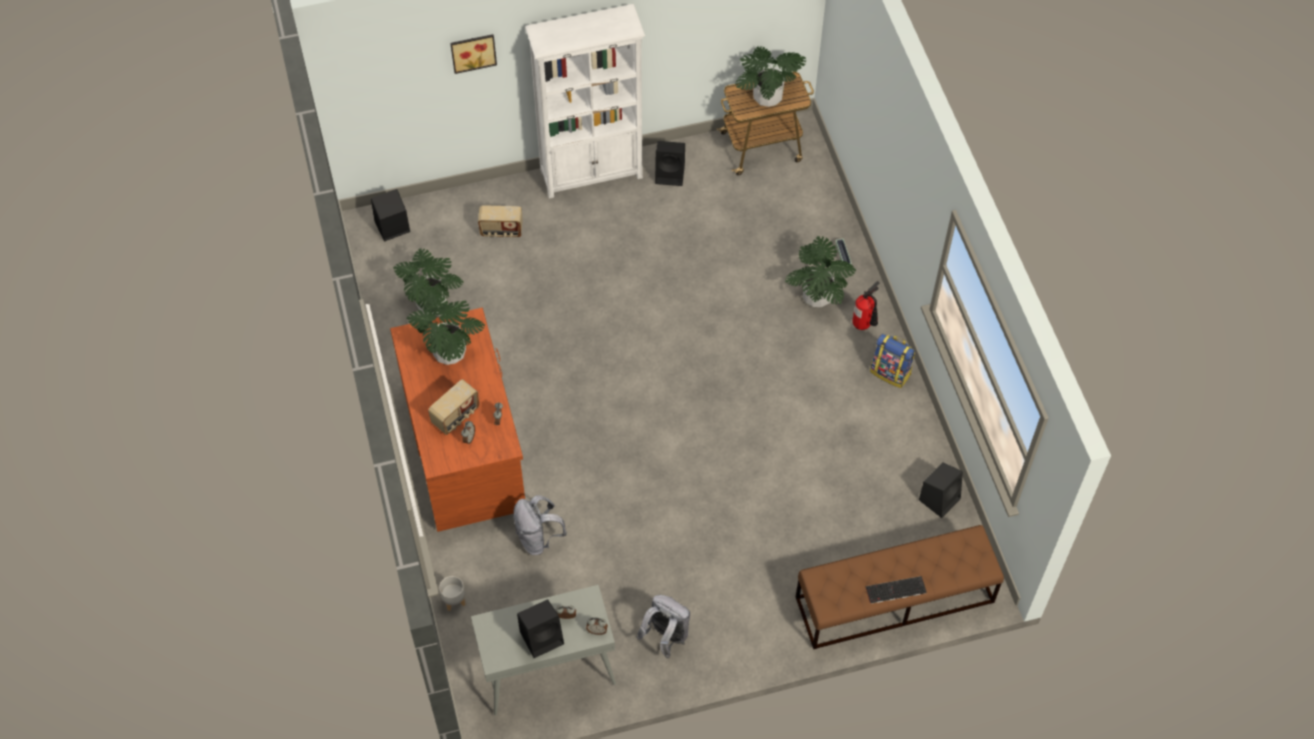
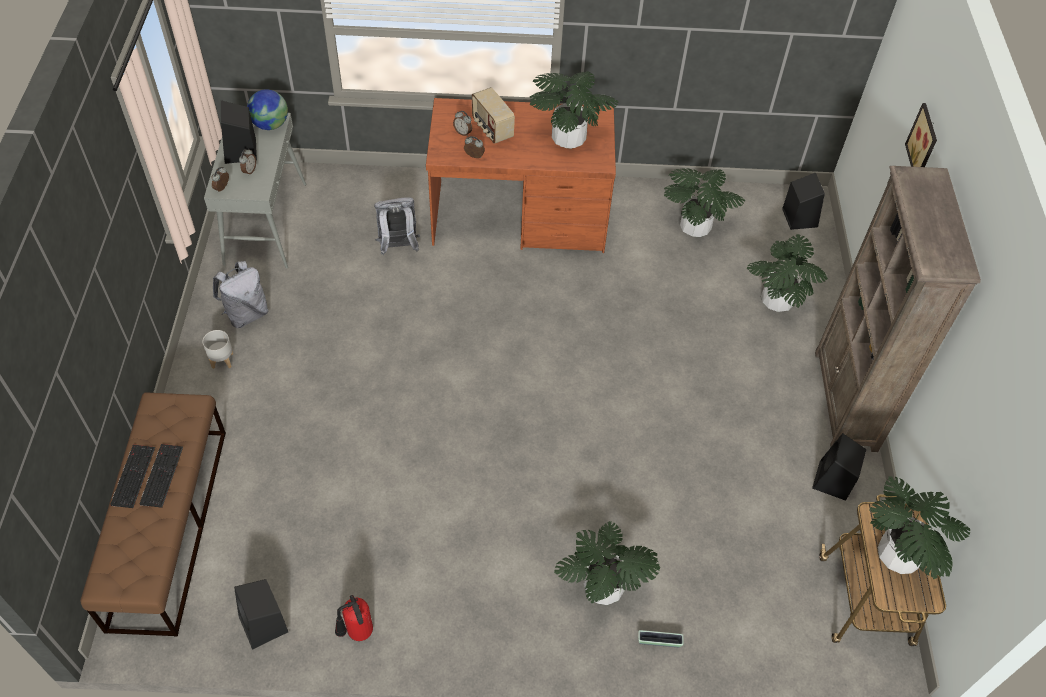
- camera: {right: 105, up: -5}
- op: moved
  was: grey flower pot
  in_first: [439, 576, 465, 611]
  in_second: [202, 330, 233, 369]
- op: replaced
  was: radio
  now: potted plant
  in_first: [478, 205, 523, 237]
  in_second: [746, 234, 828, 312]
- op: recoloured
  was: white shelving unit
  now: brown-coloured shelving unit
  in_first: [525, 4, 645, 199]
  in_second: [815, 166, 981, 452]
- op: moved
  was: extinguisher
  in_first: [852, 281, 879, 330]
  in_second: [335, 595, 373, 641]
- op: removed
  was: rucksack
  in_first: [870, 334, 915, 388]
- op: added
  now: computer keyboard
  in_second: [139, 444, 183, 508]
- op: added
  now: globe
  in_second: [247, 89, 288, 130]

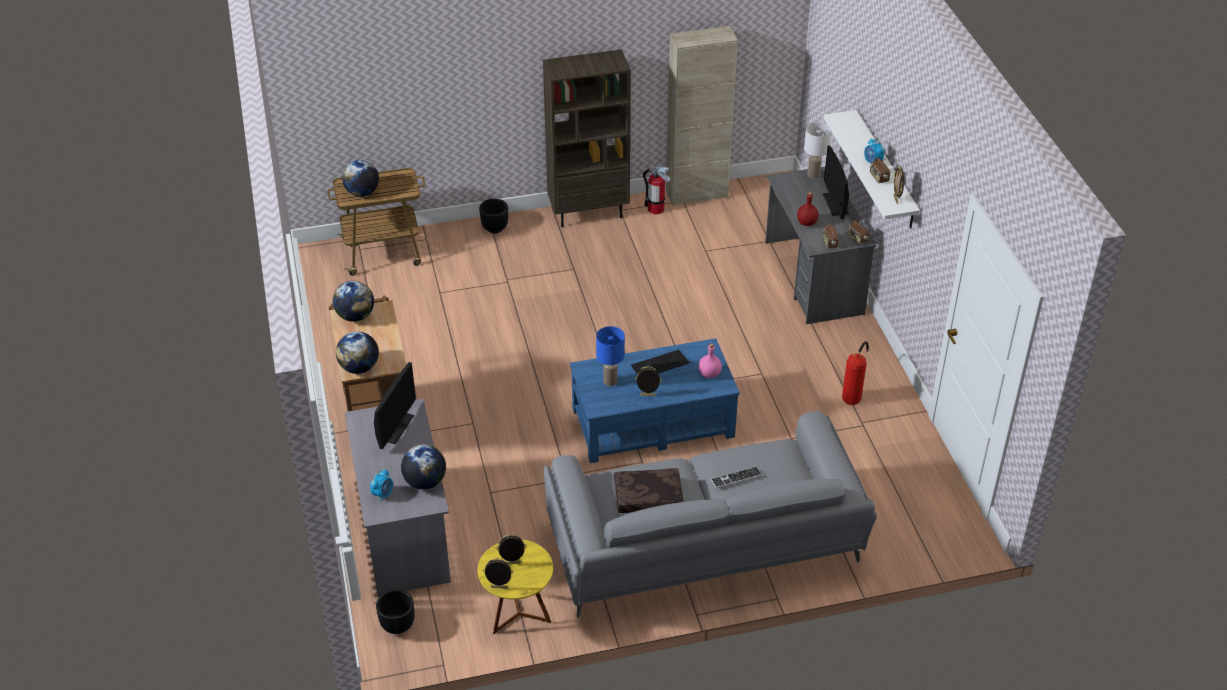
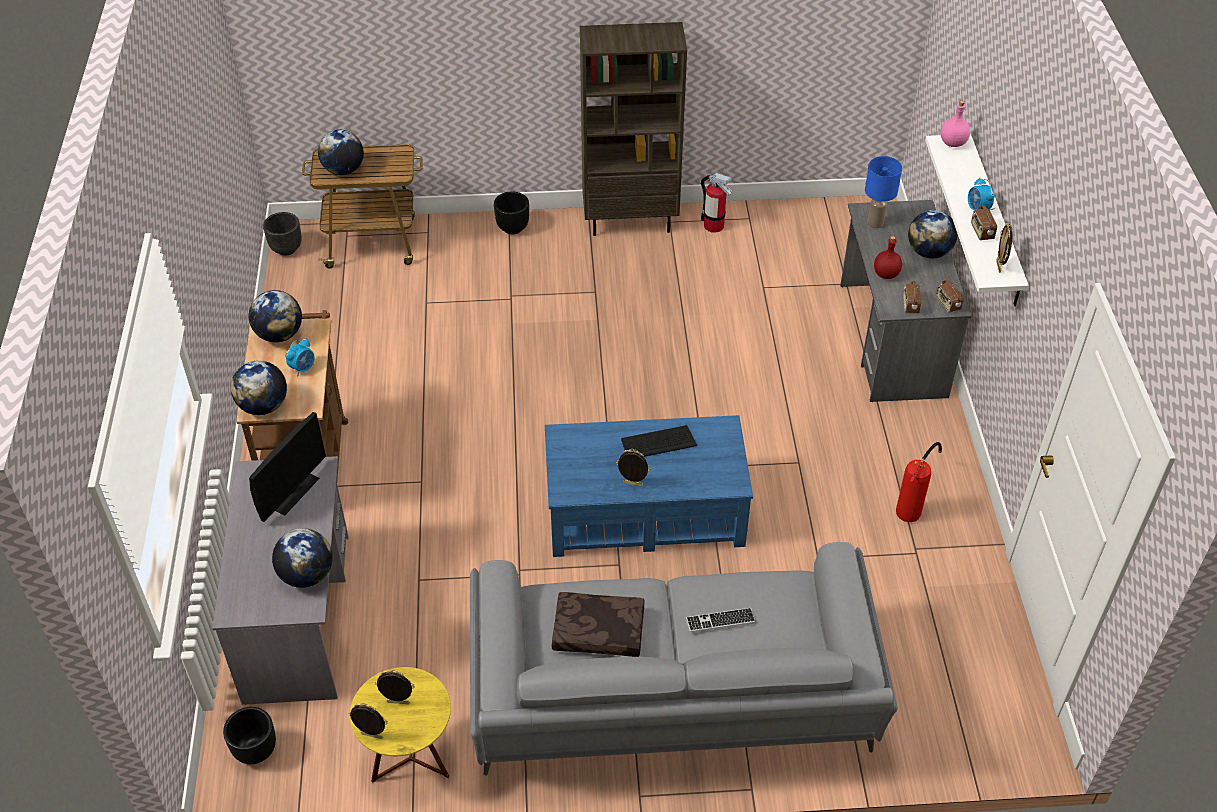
- camera: {right: 10, up: 5}
- op: moved
  was: table clock
  in_first: [370, 469, 393, 502]
  in_second: [285, 338, 315, 377]
- op: moved
  was: bluish lamp for a table
  in_first: [596, 326, 625, 386]
  in_second: [865, 156, 902, 229]
- op: removed
  was: sand-coloured cupboard
  in_first: [666, 26, 738, 206]
- op: moved
  was: pink-coloured drink bottle
  in_first: [699, 343, 722, 378]
  in_second: [941, 100, 970, 147]
- op: removed
  was: white lamp for a table
  in_first: [804, 122, 831, 179]
- op: replaced
  was: computer display
  now: globe
  in_first: [823, 145, 849, 219]
  in_second: [908, 210, 958, 259]
- op: added
  now: black flower pot
  in_second: [263, 212, 302, 256]

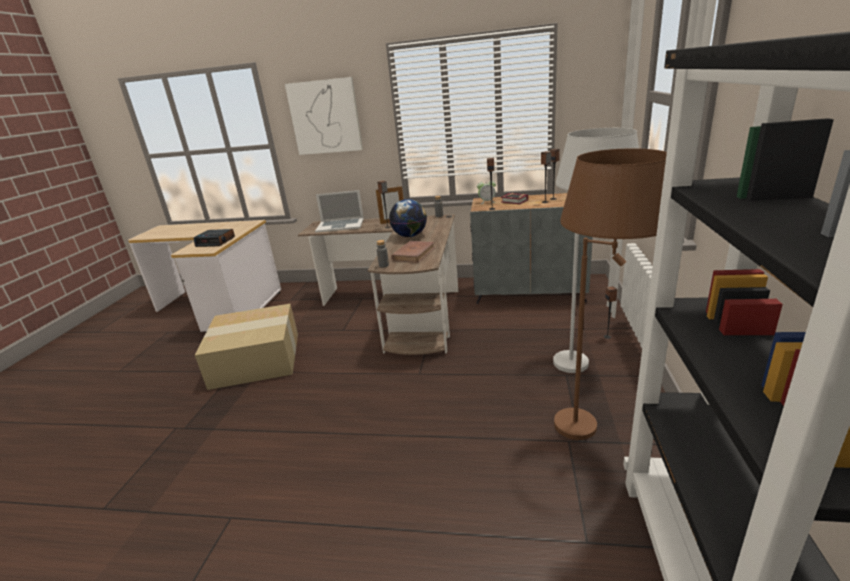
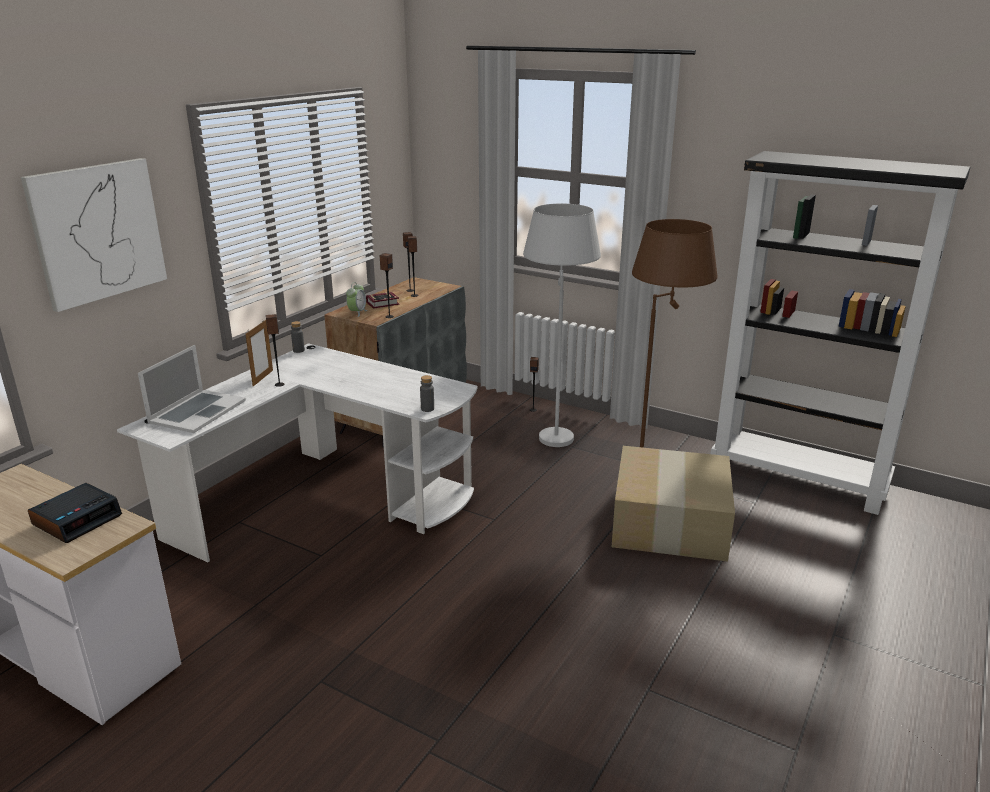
- camera: {right: -70, up: 0}
- op: moved
  was: carton
  in_first: [195, 304, 298, 390]
  in_second: [612, 446, 735, 562]
- op: recoloured
  was: brown-coloured desk
  now: white desk
  in_first: [298, 214, 458, 355]
  in_second: [117, 343, 478, 562]
- op: removed
  was: globe
  in_first: [389, 199, 427, 237]
- op: removed
  was: brown-coloured volume
  in_first: [391, 241, 436, 263]

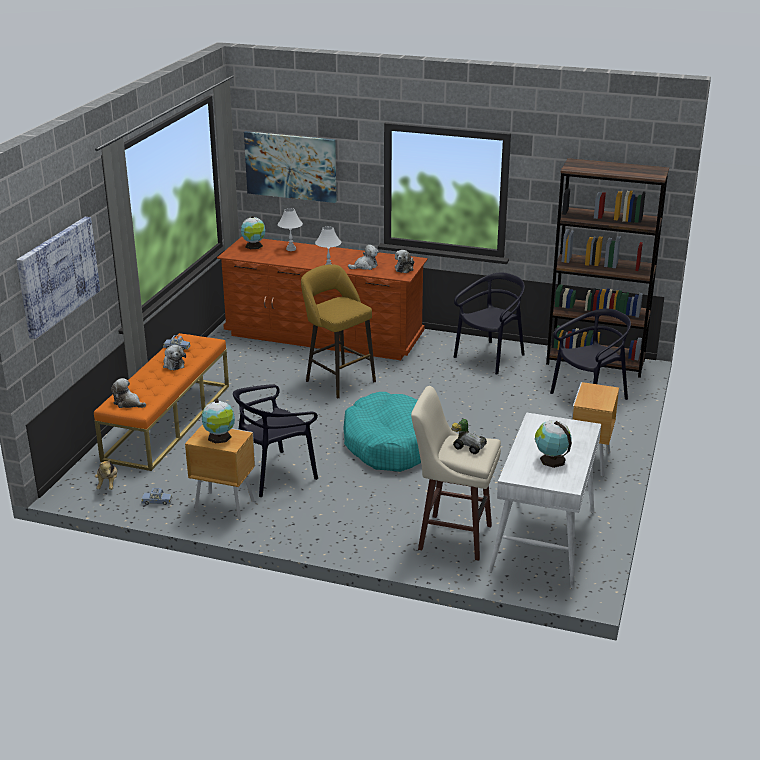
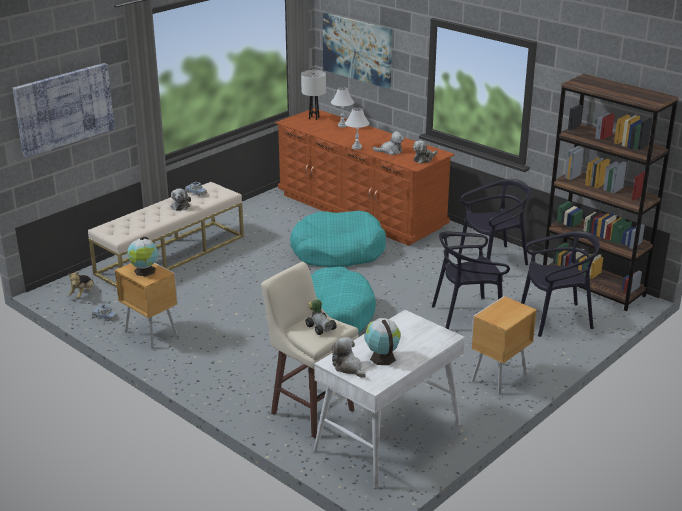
- camera: {right: 25, up: 0}
- op: recoloured
  was: orange-coloured indoor bench
  now: sand-coloured indoor bench
  in_first: [94, 333, 229, 471]
  in_second: [88, 182, 244, 288]
- op: moved
  was: plush toy
  in_first: [111, 378, 146, 408]
  in_second: [332, 337, 366, 378]
- op: moved
  was: black plain chair
  in_first: [233, 384, 318, 497]
  in_second: [432, 232, 510, 329]
- op: replaced
  was: globe
  now: white lamp for a table
  in_first: [241, 216, 265, 249]
  in_second: [301, 70, 326, 120]
- op: replaced
  was: yellow-coloured sitting stool
  now: turquoise dog bed
  in_first: [301, 264, 376, 398]
  in_second: [290, 211, 386, 268]

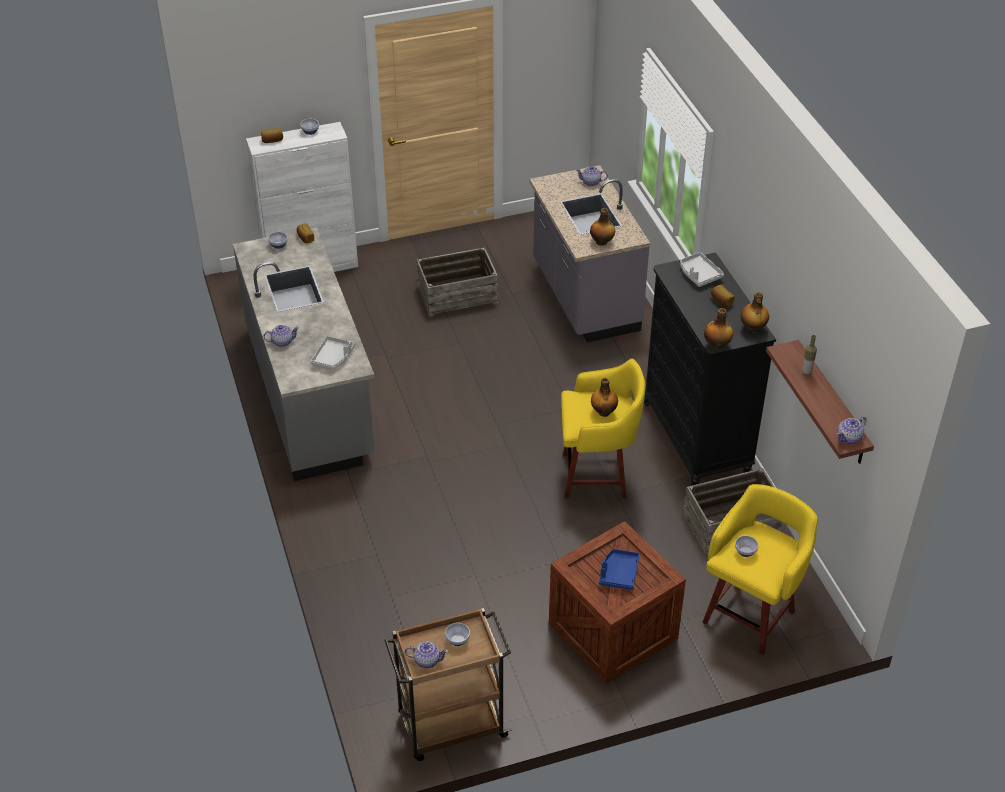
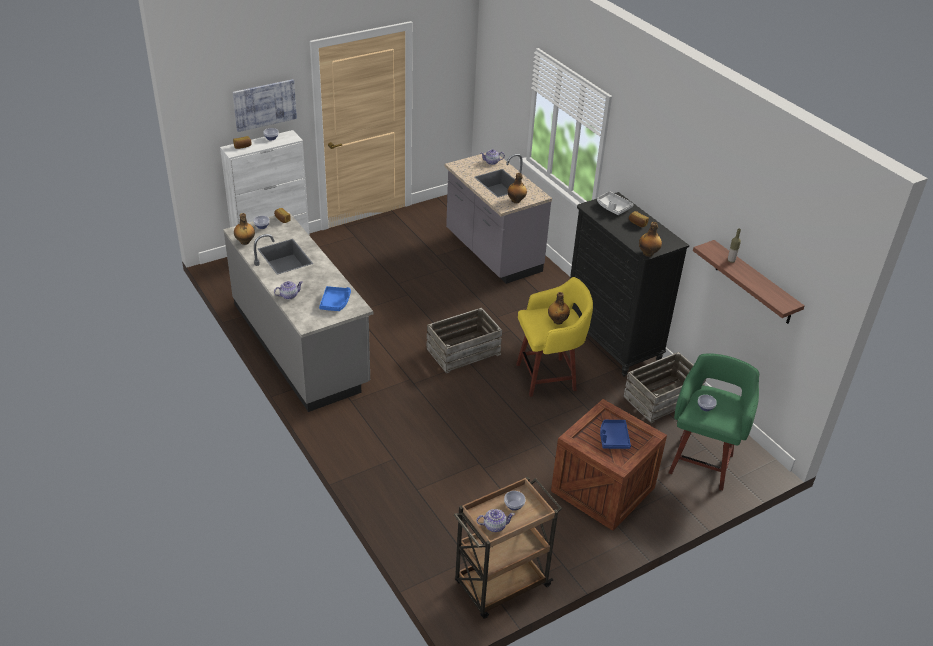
- camera: {right: -15, up: -5}
- op: recoloured
  was: grey carrying tray
  now: bluish carrying tray
  in_first: [311, 336, 355, 370]
  in_second: [319, 286, 351, 311]
- op: moved
  was: packing crate
  in_first: [416, 247, 498, 317]
  in_second: [427, 308, 502, 373]
- op: recoloured
  was: yellow-coloured sitting stool
  now: green-coloured sitting stool
  in_first: [702, 484, 818, 655]
  in_second: [669, 353, 759, 491]
- op: moved
  was: drink bottle
  in_first: [741, 292, 769, 333]
  in_second: [234, 213, 255, 245]
- op: removed
  was: tea pot
  in_first: [837, 416, 867, 444]
- op: added
  now: wall picture
  in_second: [233, 79, 297, 132]

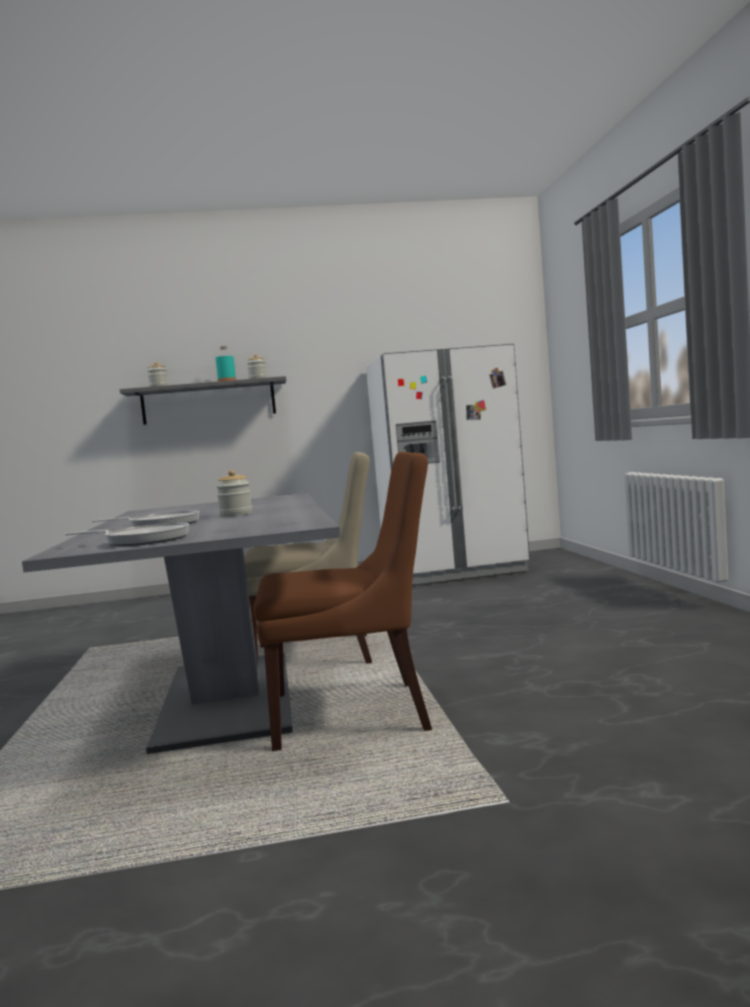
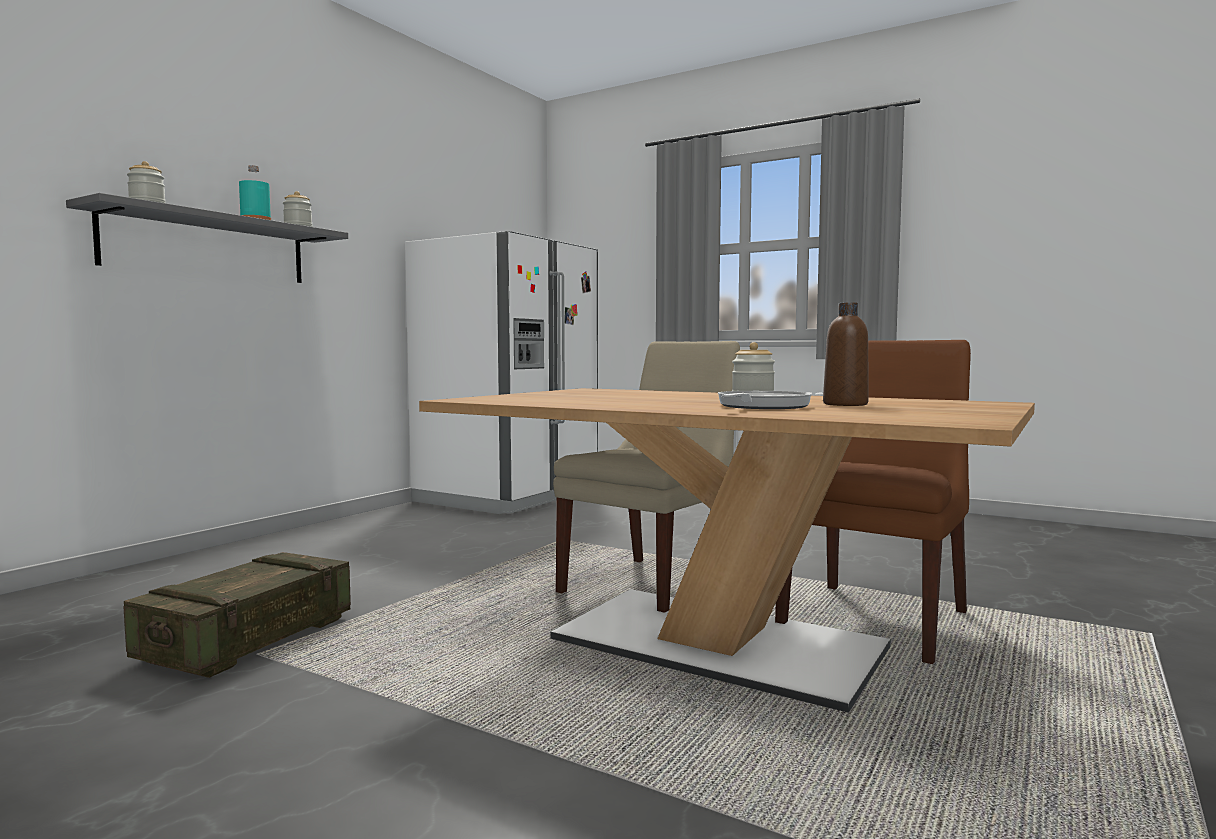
- camera: {right: -50, up: 0}
- op: recoloured
  was: grey kitchen table
  now: brown-coloured kitchen table
  in_first: [22, 493, 341, 754]
  in_second: [419, 388, 1035, 713]
- op: removed
  was: pan
  in_first: [65, 523, 189, 546]
- op: added
  now: packing crate
  in_second: [123, 552, 351, 678]
- op: added
  now: brown-coloured drink bottle
  in_second: [823, 302, 869, 406]

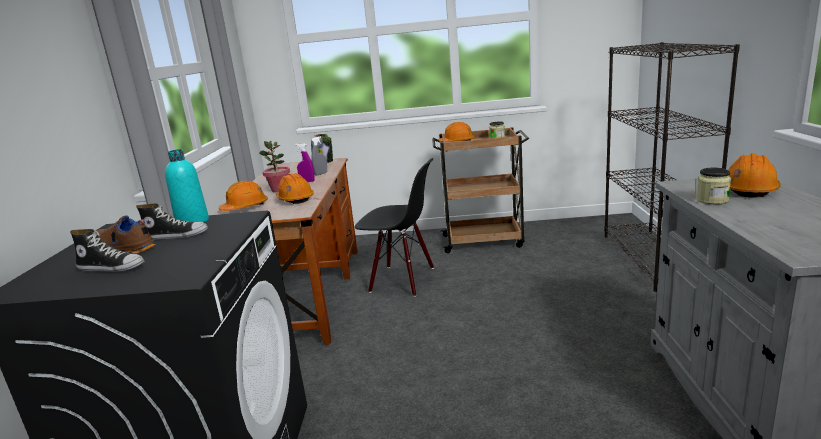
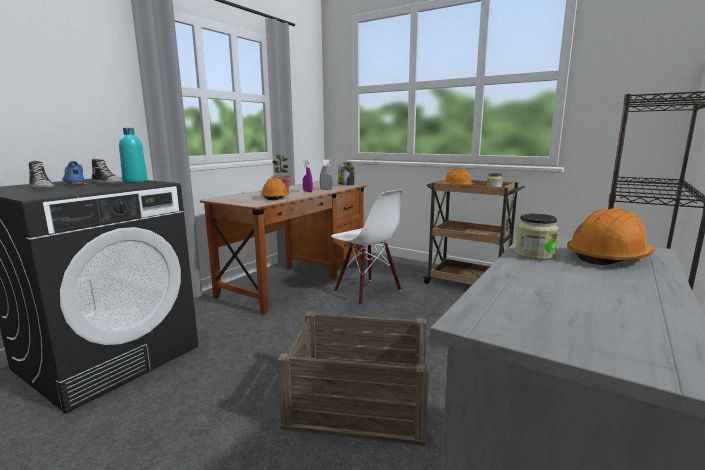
- camera: {right: 30, up: -5}
- op: recoloured
  was: brown-coloured shoe
  now: bluish shoe
  in_first: [96, 215, 156, 254]
  in_second: [62, 161, 86, 186]
- op: removed
  was: orange-coloured safety helmet
  in_first: [219, 181, 268, 211]
- op: recoloured
  was: black plain chair
  now: white plain chair
  in_first: [355, 158, 434, 297]
  in_second: [331, 190, 403, 305]
- op: added
  now: packing crate
  in_second: [278, 311, 429, 446]

